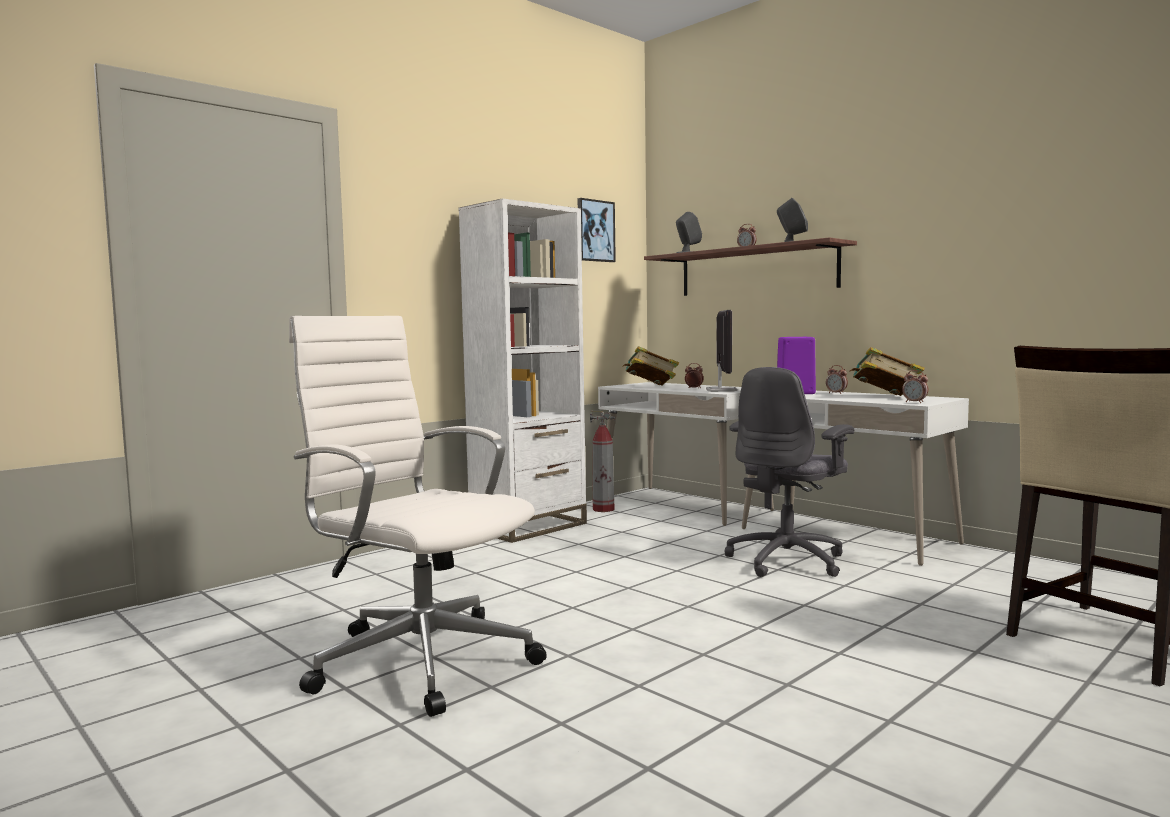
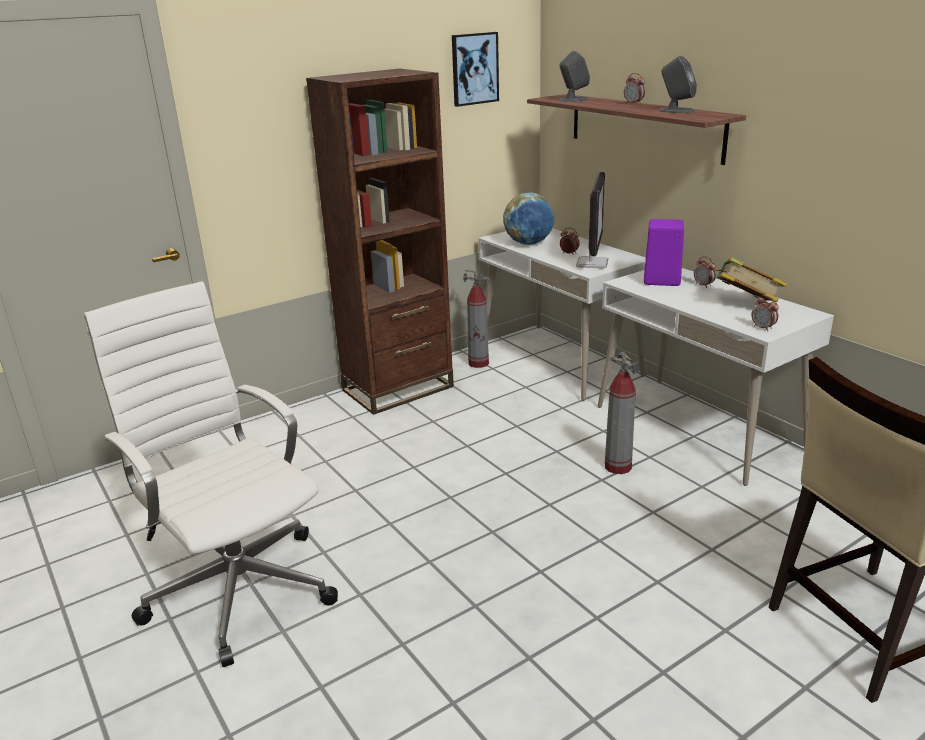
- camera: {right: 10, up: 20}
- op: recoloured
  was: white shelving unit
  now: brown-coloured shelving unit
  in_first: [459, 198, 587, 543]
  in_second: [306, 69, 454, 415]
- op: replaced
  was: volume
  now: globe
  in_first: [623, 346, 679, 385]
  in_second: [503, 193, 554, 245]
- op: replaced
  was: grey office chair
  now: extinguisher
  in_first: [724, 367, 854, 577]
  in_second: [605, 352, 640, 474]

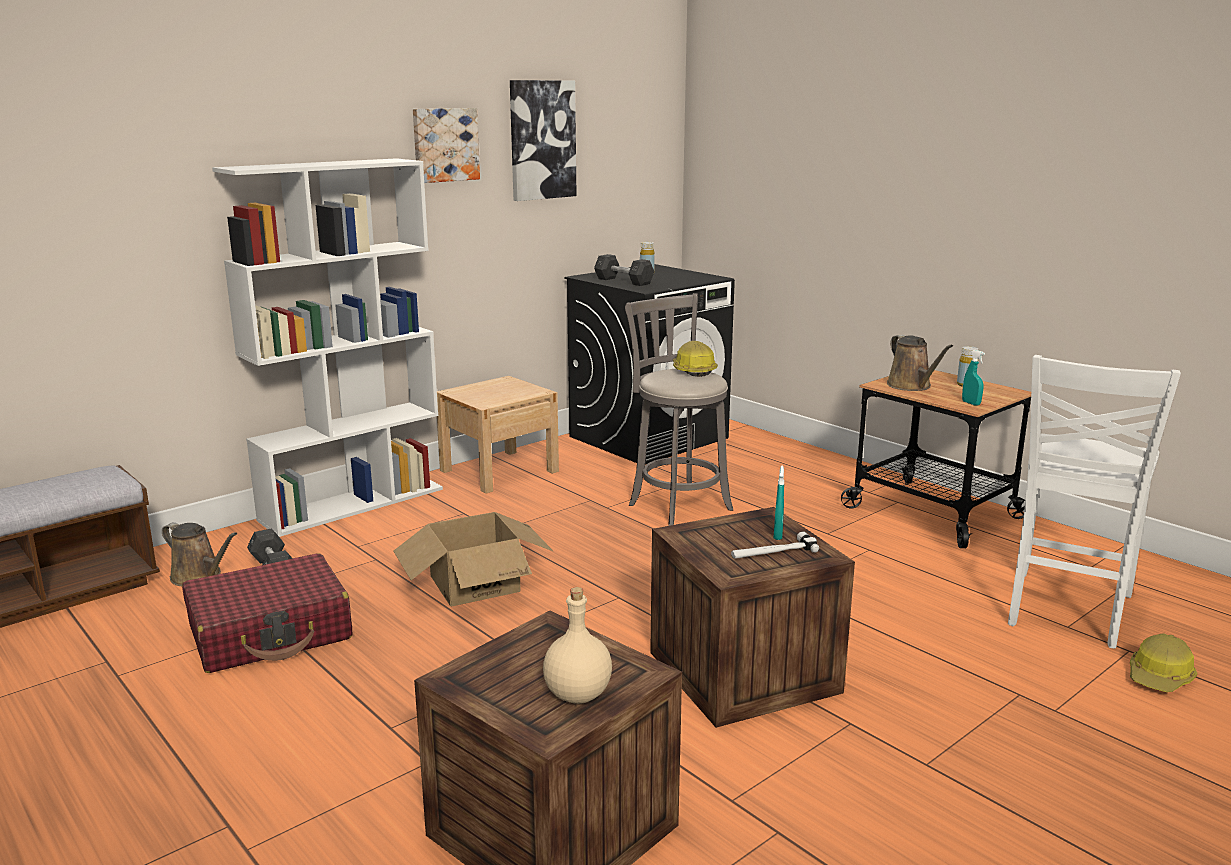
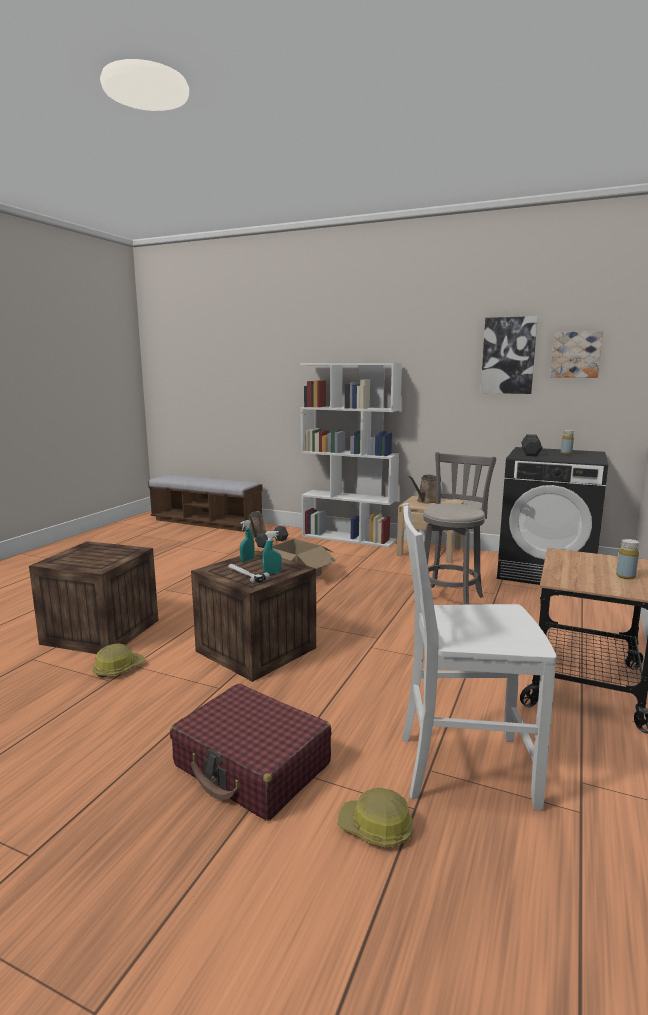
- camera: {right: 65, up: -5}
- op: moved
  was: red-coloured suitcase
  in_first: [182, 553, 353, 673]
  in_second: [170, 684, 332, 821]
- op: moved
  was: wall picture
  in_first: [413, 108, 480, 183]
  in_second: [550, 331, 603, 378]
- op: removed
  was: sand-coloured drink bottle
  in_first: [543, 587, 612, 704]
- op: moved
  was: safety helmet
  in_first: [673, 341, 718, 377]
  in_second: [93, 643, 145, 678]
- op: moved
  was: brown-coloured watering can
  in_first: [887, 335, 953, 391]
  in_second: [408, 475, 441, 503]
- op: moved
  was: turquoise spray bottle
  in_first: [962, 350, 985, 406]
  in_second: [240, 520, 255, 562]

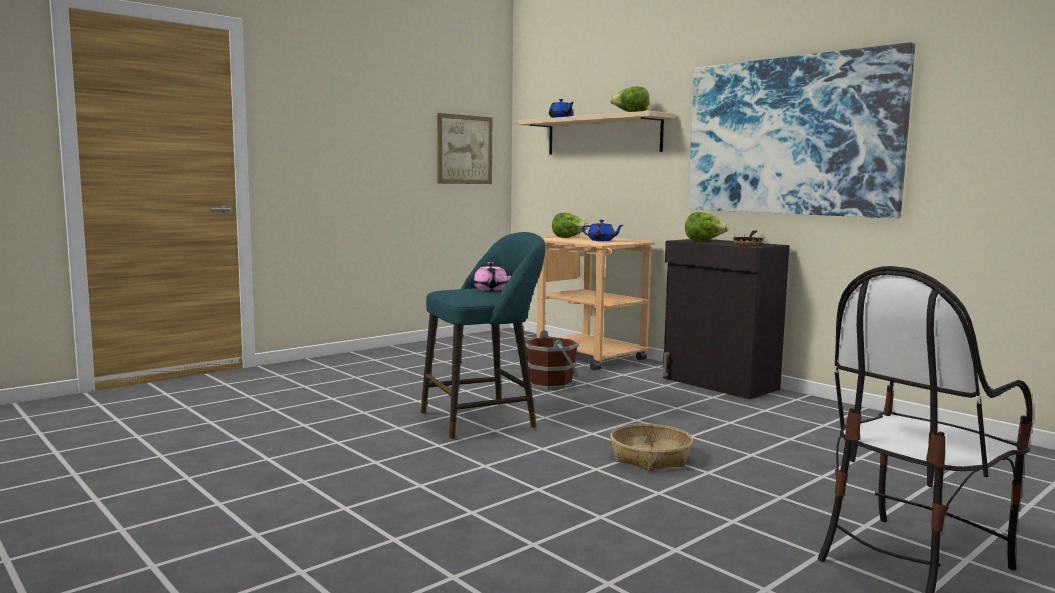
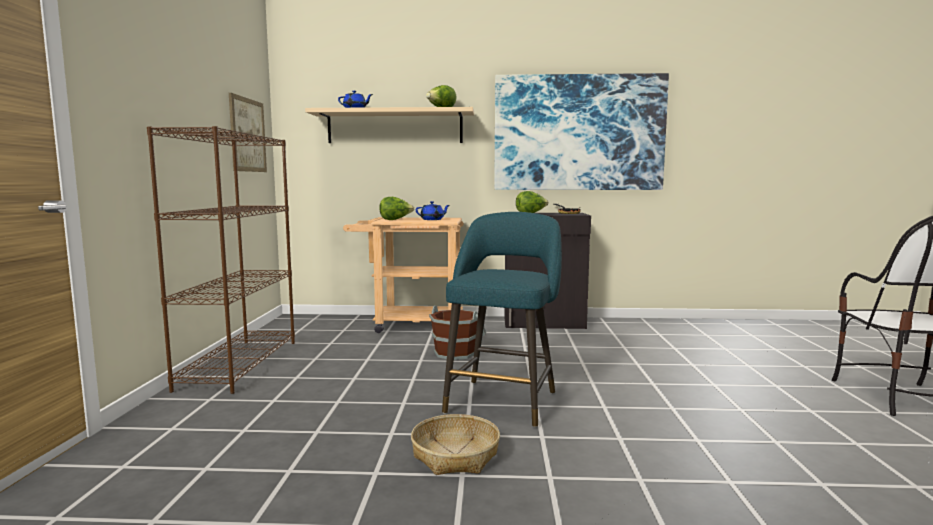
- camera: {right: -45, up: 0}
- op: removed
  was: pink-coloured tea pot
  in_first: [473, 262, 508, 291]
- op: moved
  was: basket
  in_first: [610, 424, 693, 471]
  in_second: [411, 414, 500, 475]
- op: added
  now: brown-coloured shelving unit
  in_second: [147, 126, 295, 394]

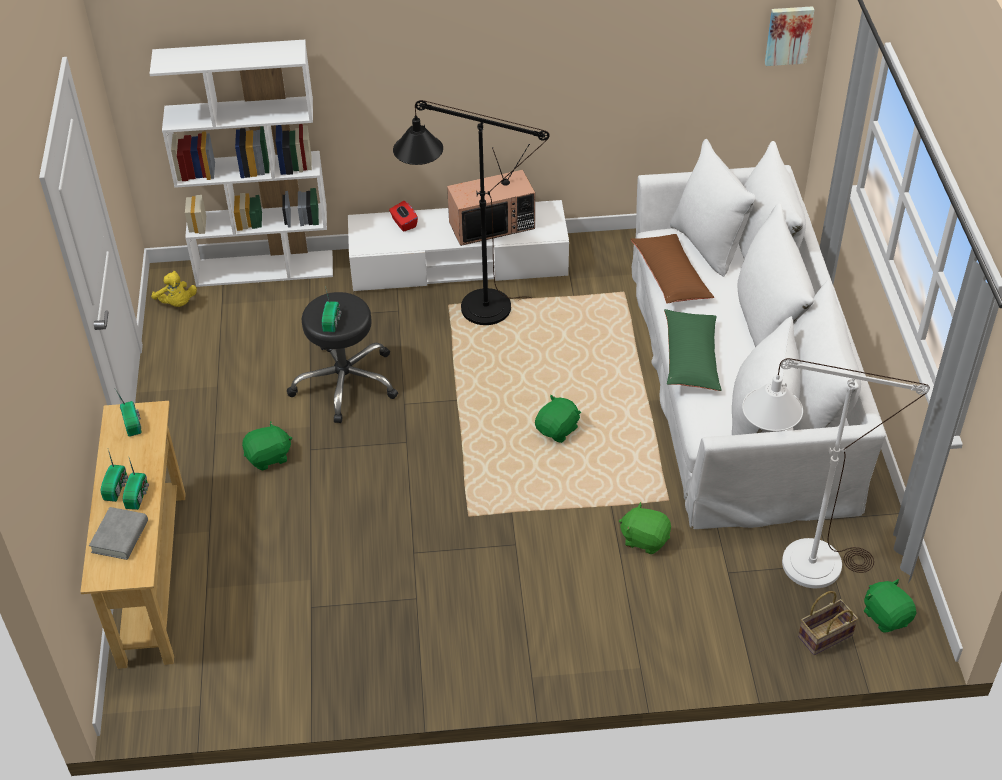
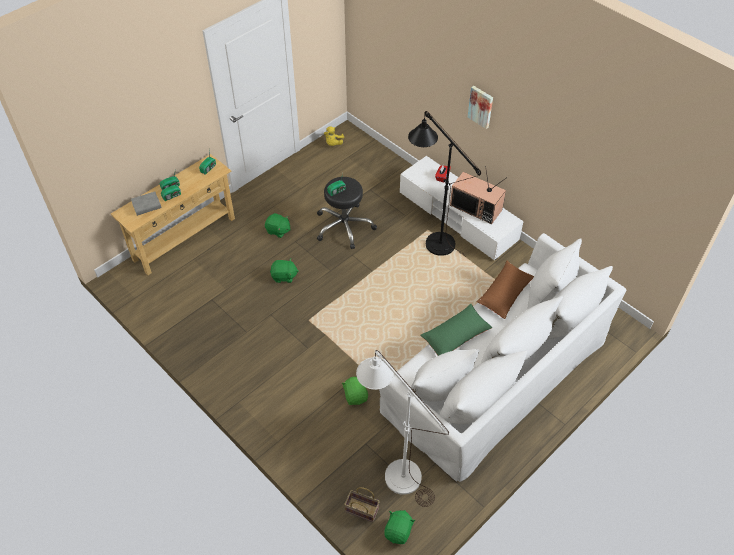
- camera: {right: 50, up: 5}
- op: removed
  was: white shelving unit
  in_first: [150, 40, 333, 287]
- op: moved
  was: green-coloured plush toy
  in_first: [535, 395, 581, 443]
  in_second: [270, 259, 299, 283]
- op: moved
  was: wall picture
  in_first: [765, 6, 814, 66]
  in_second: [468, 86, 493, 129]

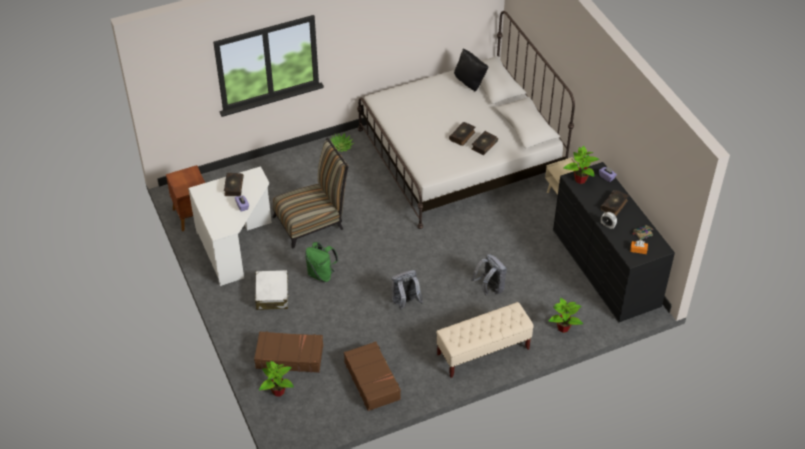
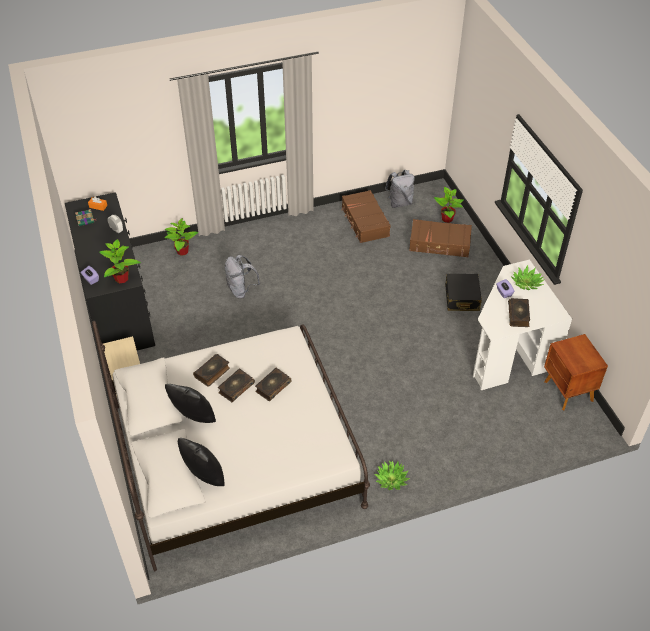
- camera: {right: -175, up: 0}
- op: recoloured
  was: white suitcase
  now: black suitcase
  in_first: [255, 270, 289, 310]
  in_second: [445, 274, 482, 311]
- op: removed
  was: plain chair
  in_first: [273, 137, 348, 249]
- op: removed
  was: green-coloured rucksack
  in_first: [305, 242, 339, 282]
- op: moved
  was: grey rucksack
  in_first: [392, 270, 423, 310]
  in_second: [385, 170, 415, 208]
- op: removed
  was: sand-coloured indoor bench
  in_first: [436, 302, 534, 378]
- op: moved
  was: volume
  in_first: [601, 189, 629, 216]
  in_second: [255, 368, 291, 401]
- op: added
  now: black cushion
  in_second: [165, 384, 216, 423]
- op: added
  now: potted plant
  in_second: [512, 265, 545, 290]

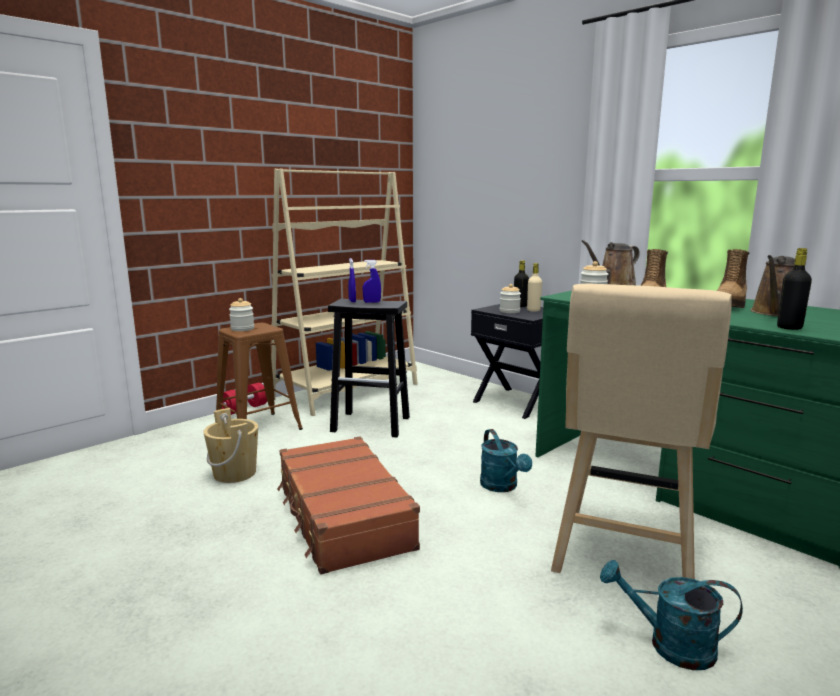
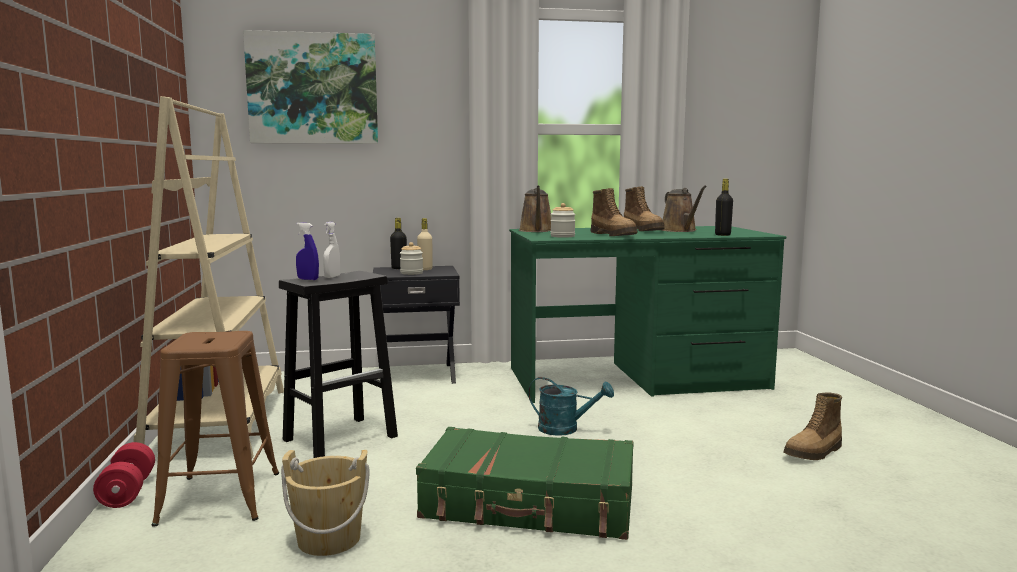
- camera: {right: -55, up: -5}
- op: removed
  was: storage jar
  in_first: [229, 298, 254, 331]
- op: recoloured
  was: brown-coloured suitcase
  now: green-coloured suitcase
  in_first: [277, 436, 420, 575]
  in_second: [416, 427, 634, 540]
- op: recoloured
  was: bluish spray bottle
  now: white spray bottle
  in_first: [363, 260, 381, 303]
  in_second: [323, 222, 340, 278]
- op: removed
  was: sand-coloured sitting stool
  in_first: [551, 284, 732, 579]
- op: replaced
  was: turquoise watering can
  now: boot
  in_first: [600, 560, 743, 670]
  in_second: [783, 393, 842, 460]
- op: added
  now: wall picture
  in_second: [243, 30, 378, 144]

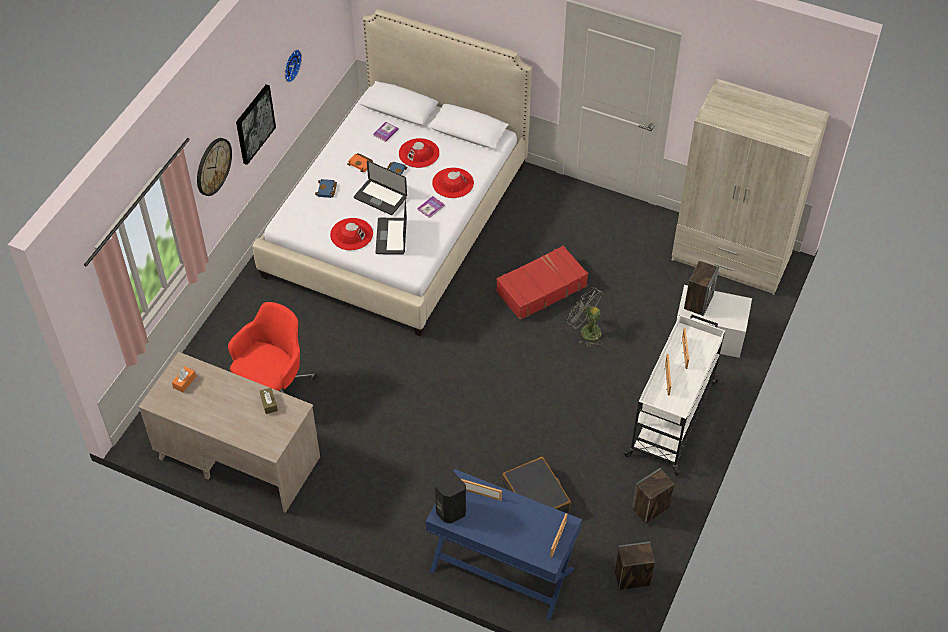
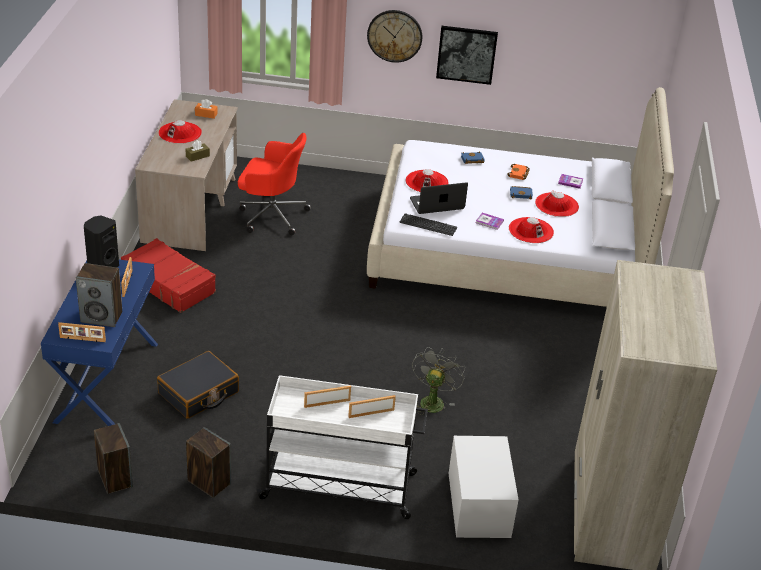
- camera: {right: 70, up: -15}
- op: removed
  was: wall clock
  in_first: [285, 50, 302, 83]
- op: removed
  was: laptop
  in_first: [354, 160, 407, 215]
- op: moved
  was: red-coloured suitcase
  in_first: [496, 245, 588, 320]
  in_second: [121, 238, 216, 313]
- op: moved
  was: loudspeaker
  in_first: [684, 261, 719, 316]
  in_second: [76, 263, 122, 327]
- op: added
  now: red-coloured hat
  in_second: [158, 120, 202, 144]
- op: added
  now: computer keyboard
  in_second: [400, 213, 457, 236]

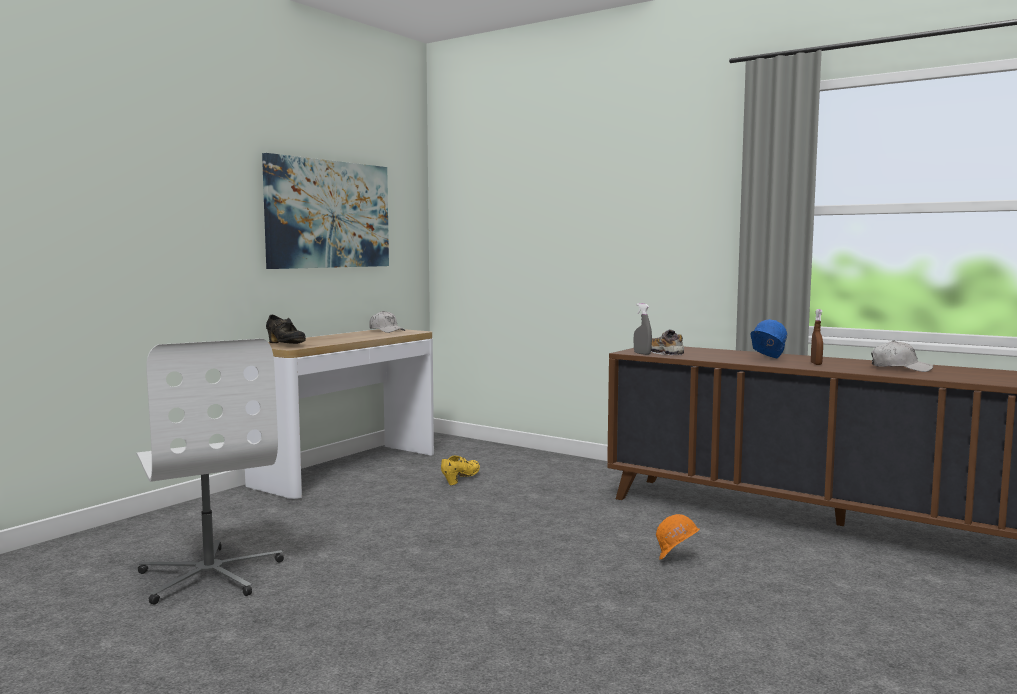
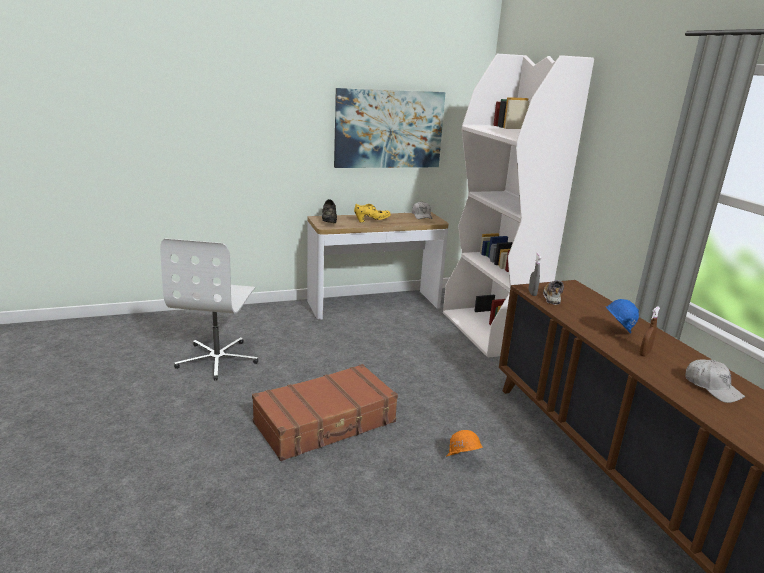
- camera: {right: 35, up: 15}
- op: moved
  was: yellow-coloured shoe
  in_first: [441, 455, 480, 485]
  in_second: [354, 204, 391, 222]
- op: added
  now: brown-coloured suitcase
  in_second: [252, 364, 398, 461]
- op: added
  now: white shelving unit
  in_second: [443, 54, 594, 358]

